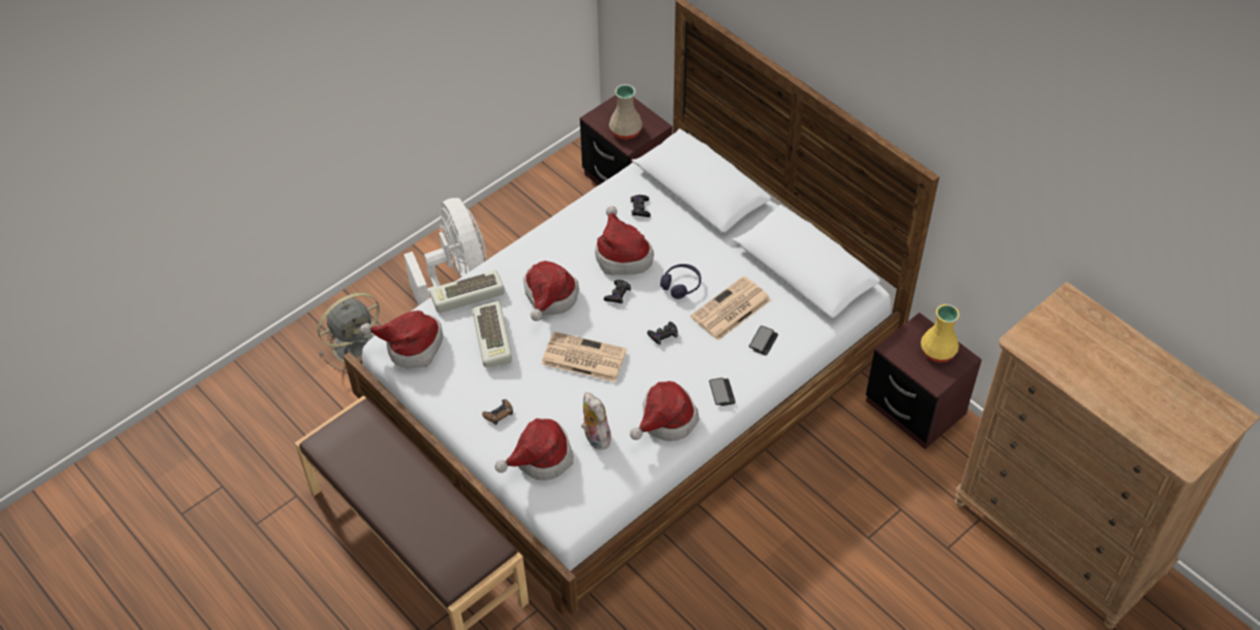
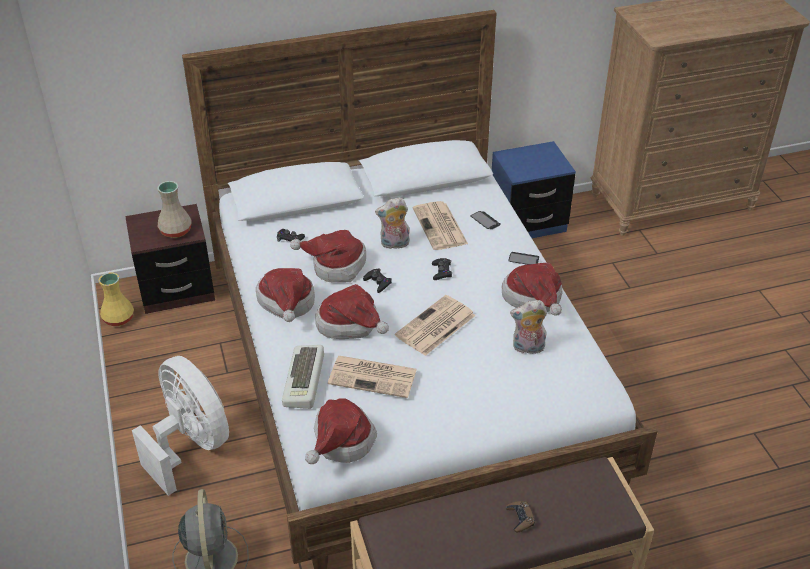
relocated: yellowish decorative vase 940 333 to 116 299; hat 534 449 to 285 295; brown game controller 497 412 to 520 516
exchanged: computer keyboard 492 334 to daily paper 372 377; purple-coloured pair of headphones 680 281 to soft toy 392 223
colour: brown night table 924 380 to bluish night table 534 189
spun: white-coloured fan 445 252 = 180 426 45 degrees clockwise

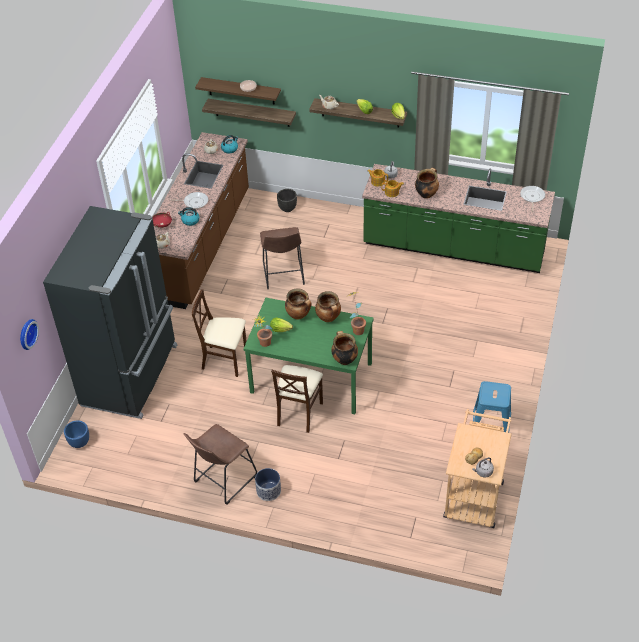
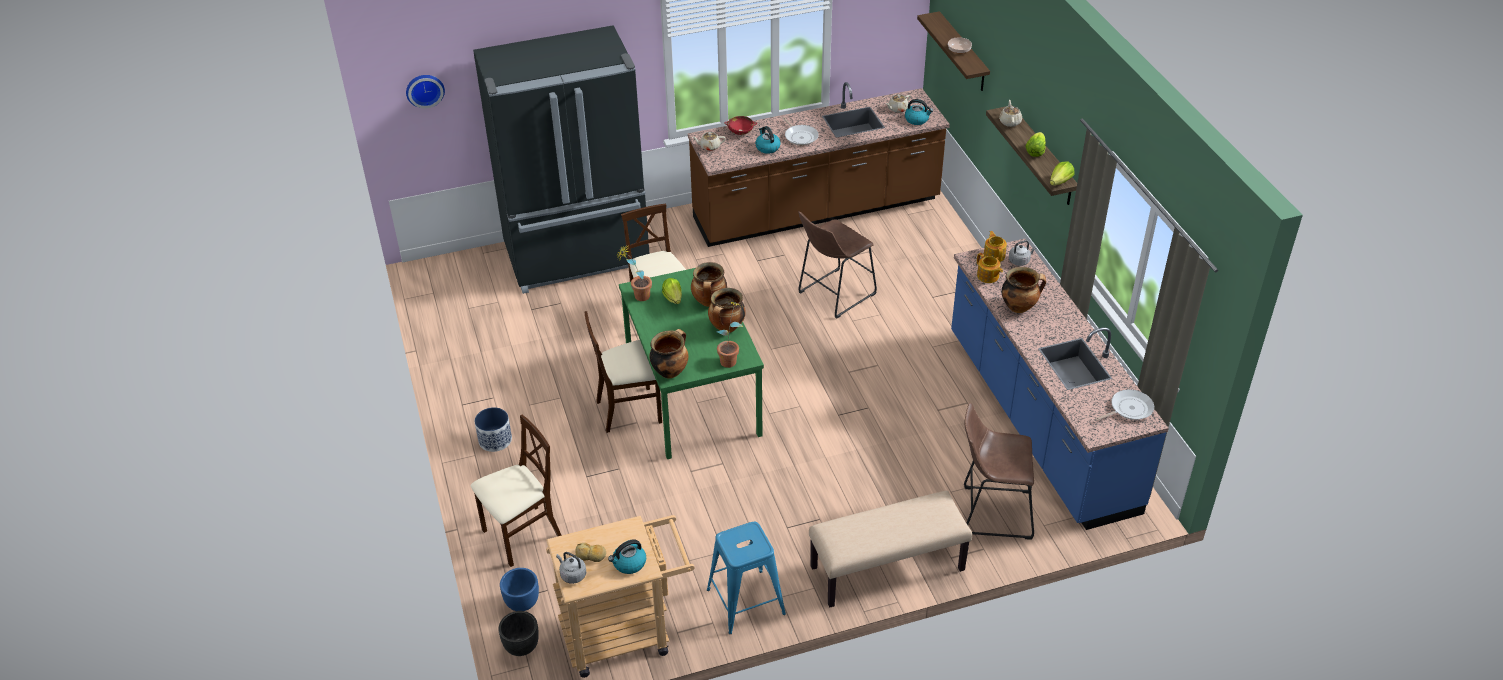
missing: wall shelf 249 113
appeared: beige upright chair 516 491; kettle 627 556; beige bench 890 549
relocated: blackish flower pot 287 200 to 519 633; bluish flower pot 76 434 to 519 589; brown sitting stool 220 464 to 999 471
colour: green kitchen base unit 458 218 to bluish kitchen base unit 1060 384

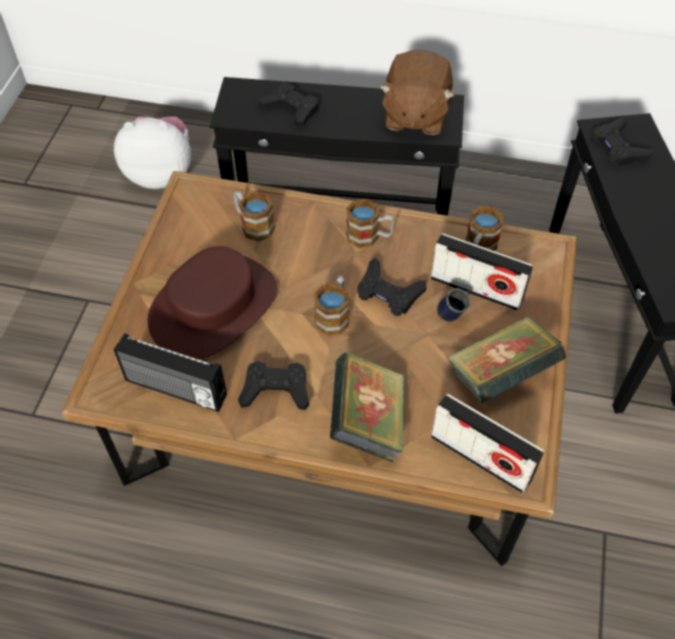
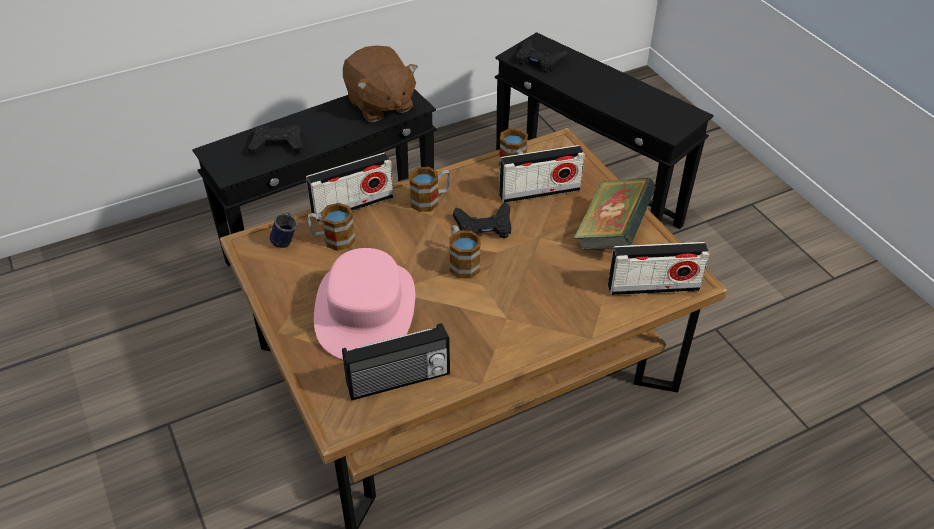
missing: soft toy 152 152; blackish game controller 273 385; volume 367 407
appeared: radio set 350 187
relocated: bluish mug 454 305 to 283 230
colour: brown hat 212 302 to pink-coloured hat 364 304

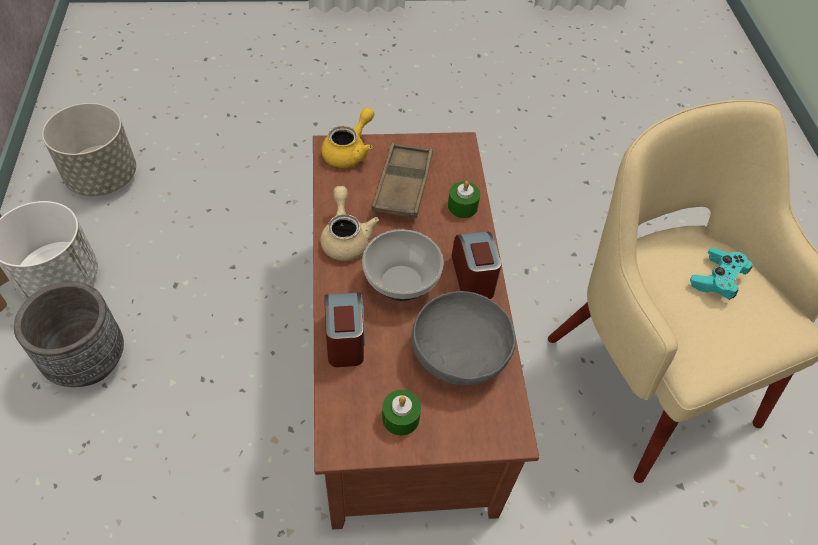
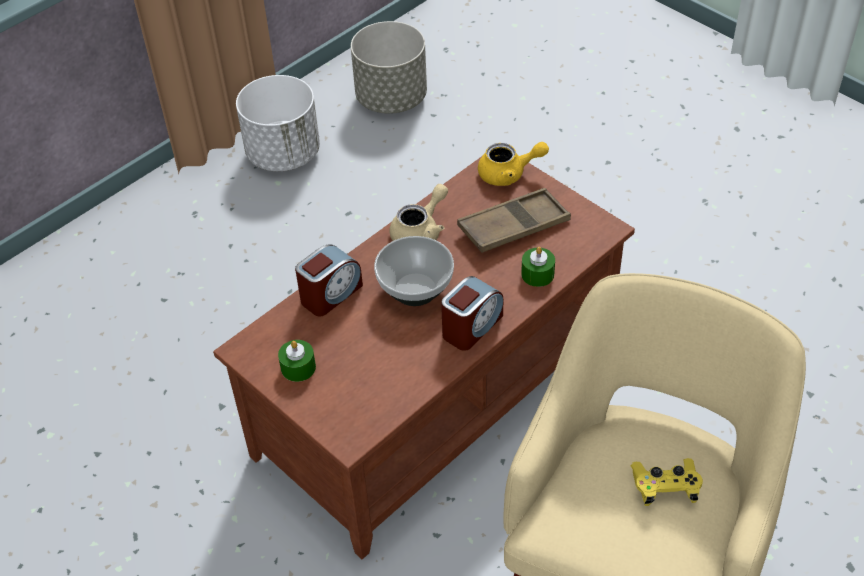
missing: grey flower pot 69 334; grey serving bowl 463 338
colour: turquoise-coloured game controller 721 274 to yellowish game controller 666 482

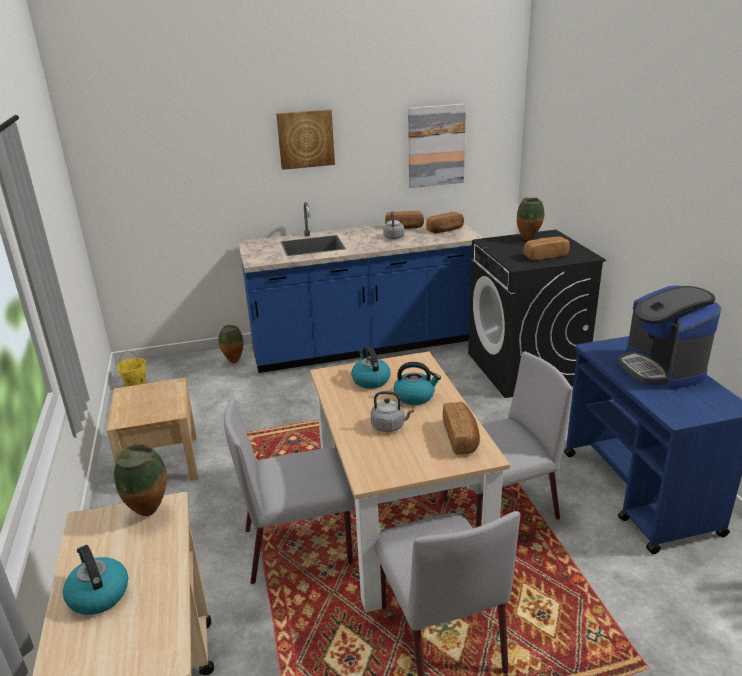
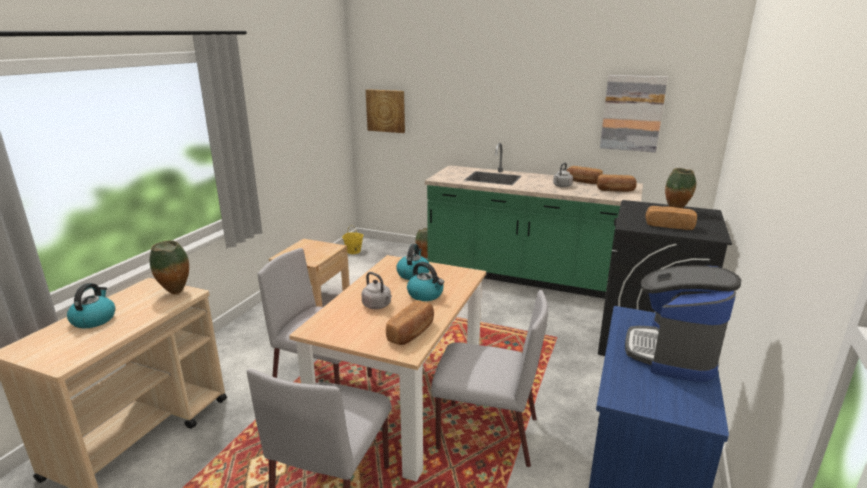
relocated: picture 305 139 to 385 111
colour: bluish kitchen base unit 360 287 to green kitchen base unit 534 221

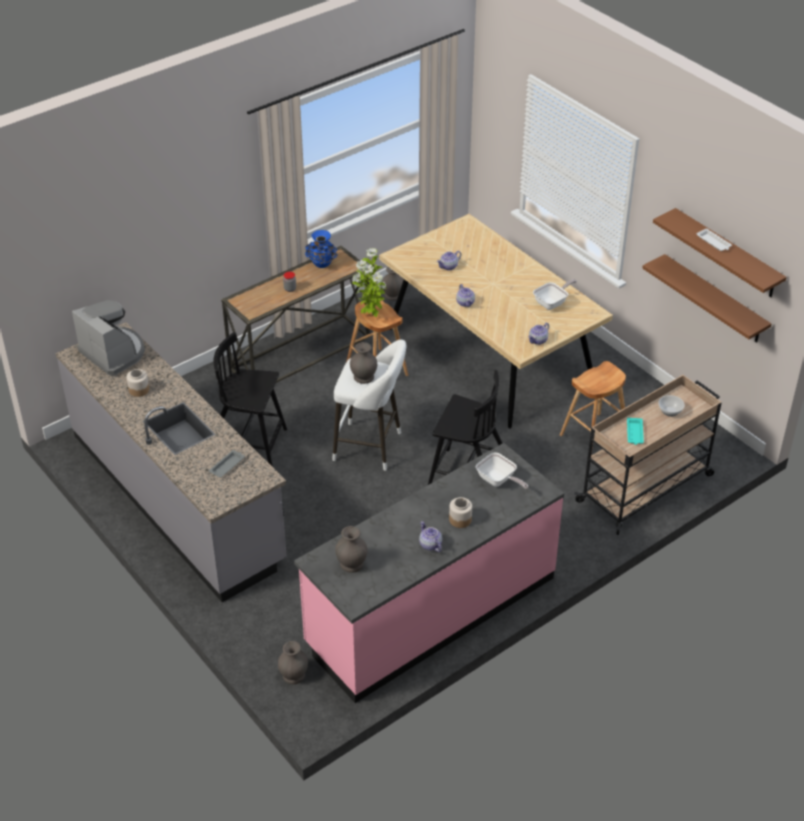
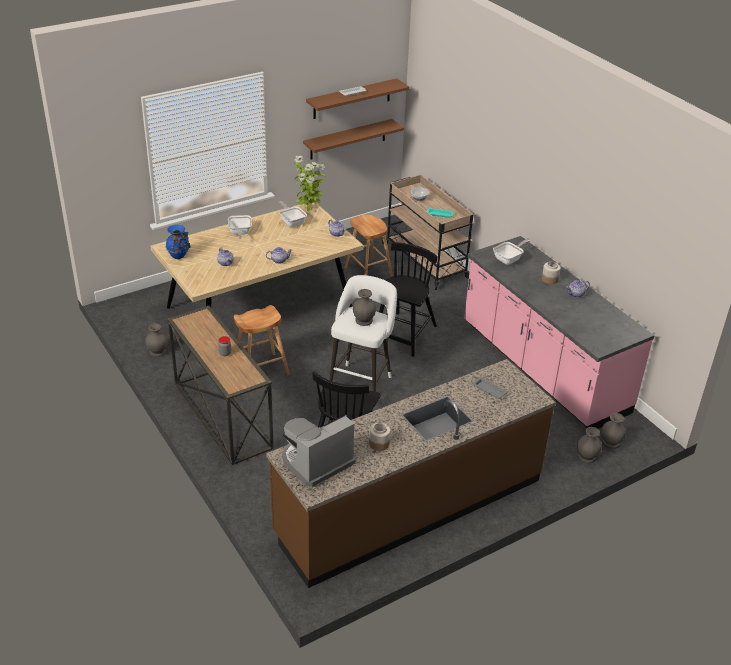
appeared: pan 240 227
relocated: bluish decorative vase 321 249 to 178 242; plant in a pot 369 282 to 310 184; grey decorative vase 351 549 to 589 445
colour: grey kitchen base unit 171 462 to brown kitchen base unit 411 473

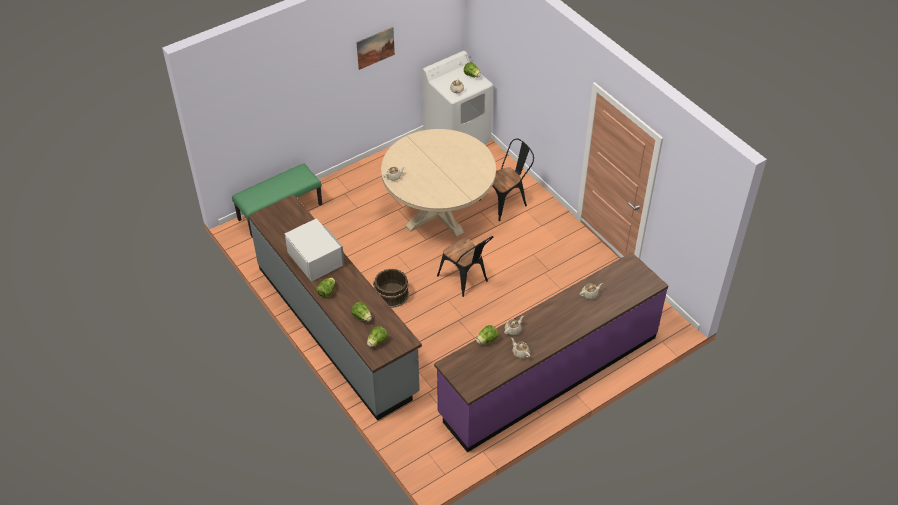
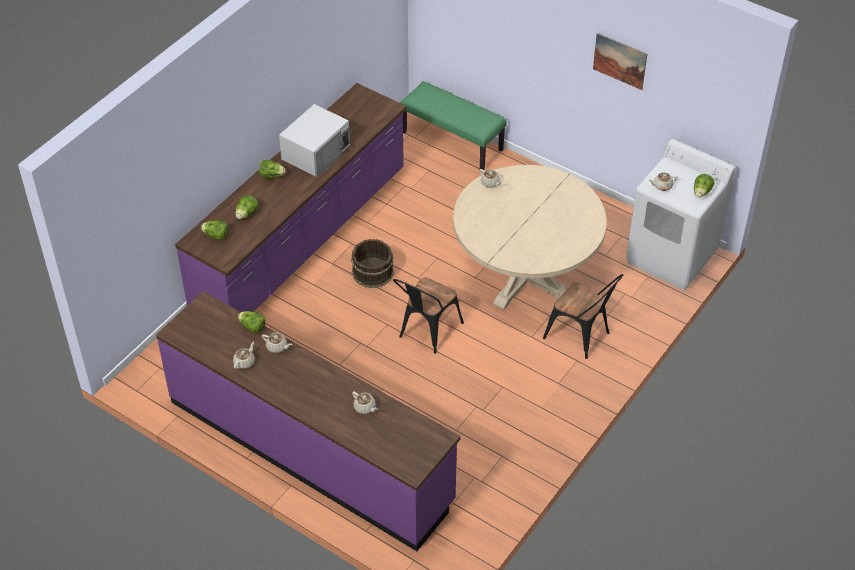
colour: grey kitchen base unit 335 307 to purple-coloured kitchen base unit 290 197

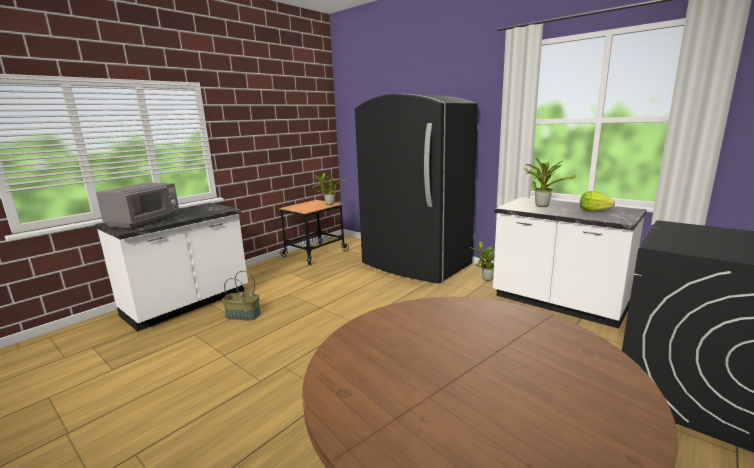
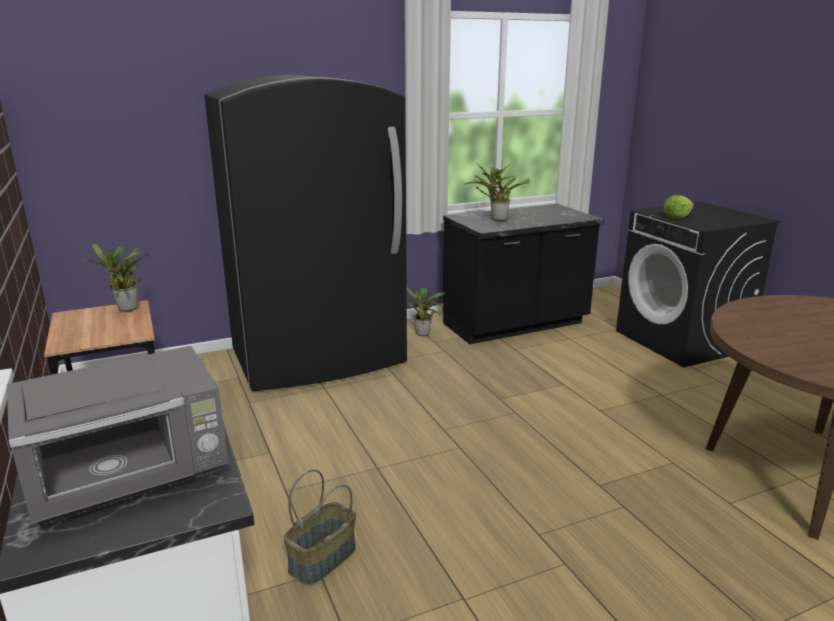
relocated: lettuce head 597 201 to 679 207
colour: white-coloured kitchen base unit 570 263 to blackish kitchen base unit 523 274
spun: grey microwave 137 206 = 117 436 105 degrees clockwise

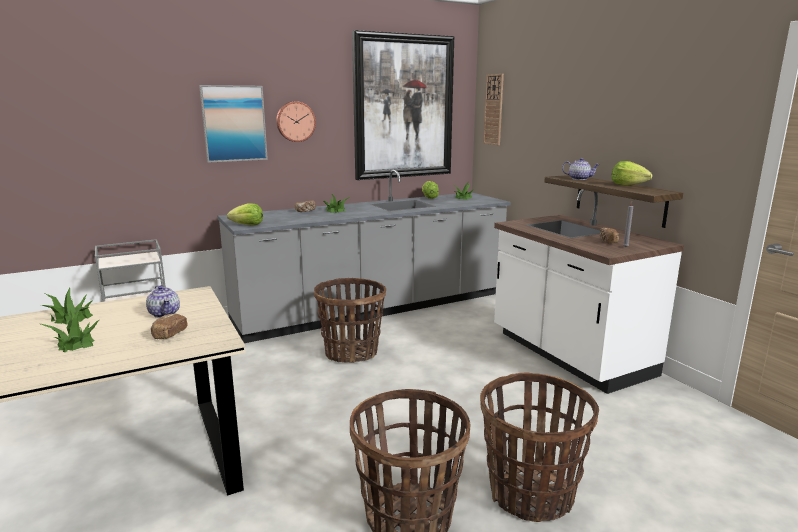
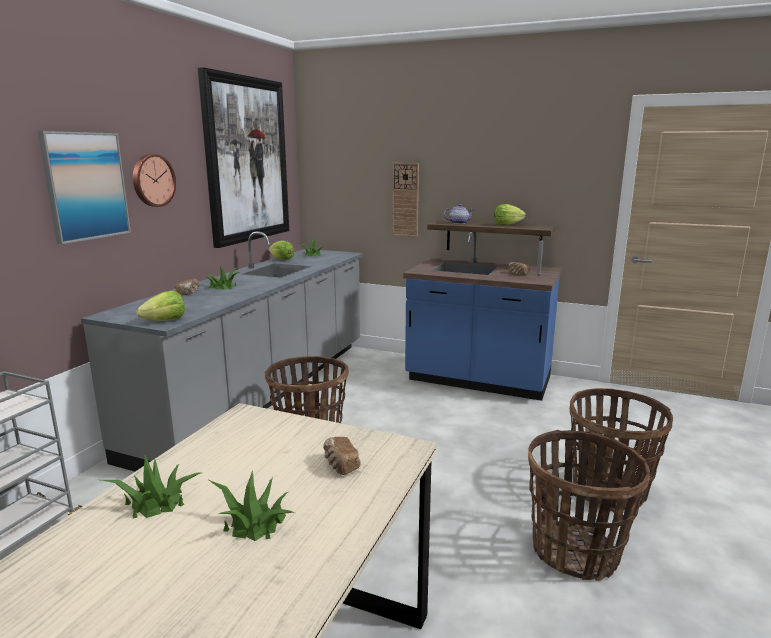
missing: teapot 163 301
relocated: hanging clock 493 109 to 405 200
colour: white-coloured kitchen base unit 589 291 to bluish kitchen base unit 482 316

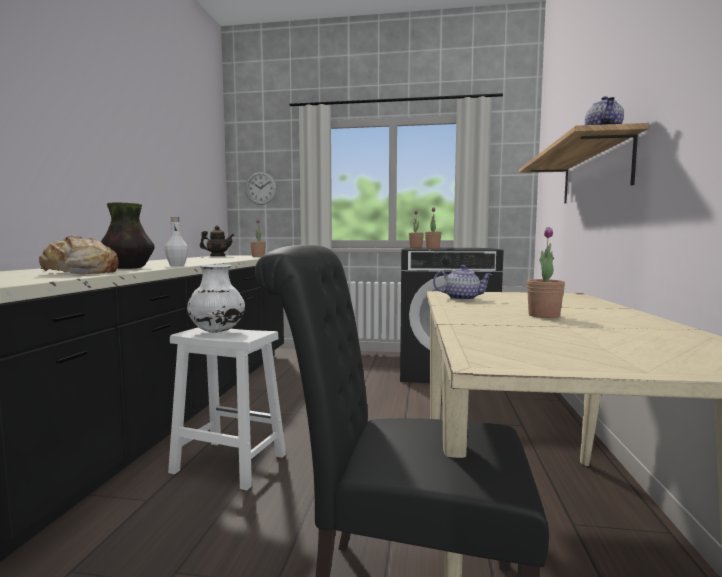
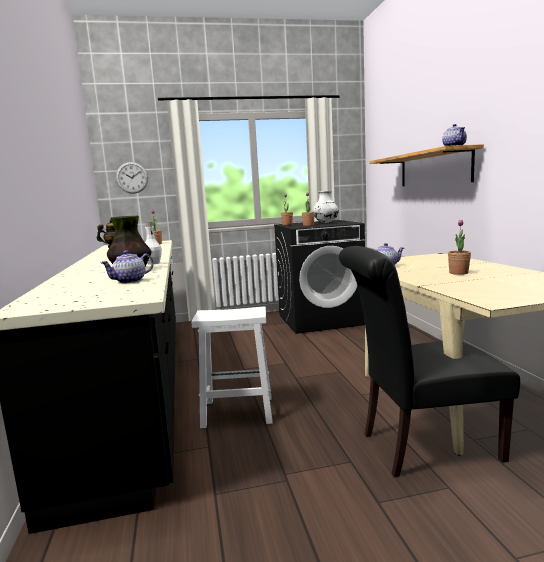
relocated: white-coloured decorative vase 216 298 to 326 207
exchanged: baked bread 79 254 to teapot 127 266

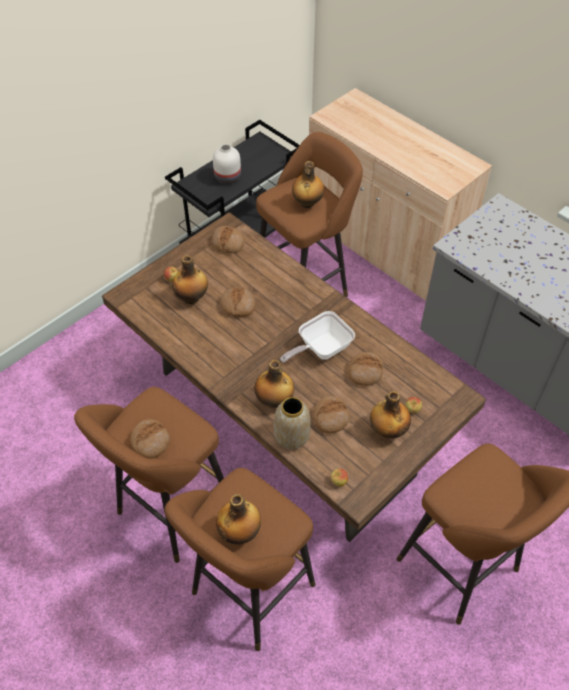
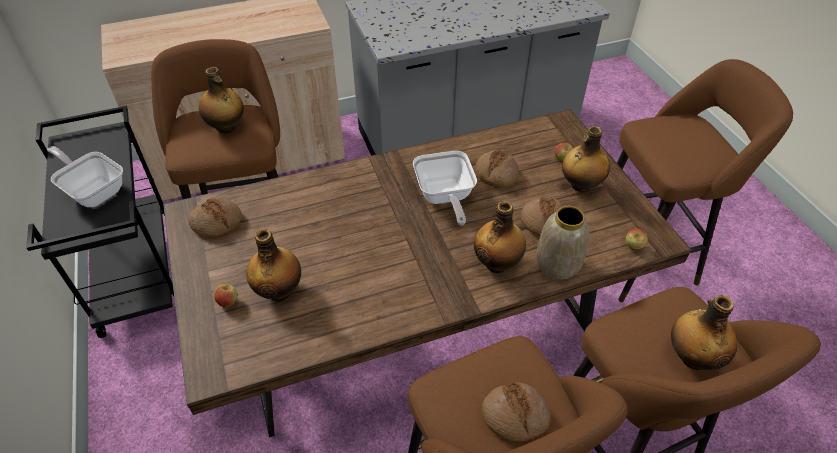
missing: baked bread 238 302
exchanged: white-coloured decorative vase 227 164 to pan 85 176

